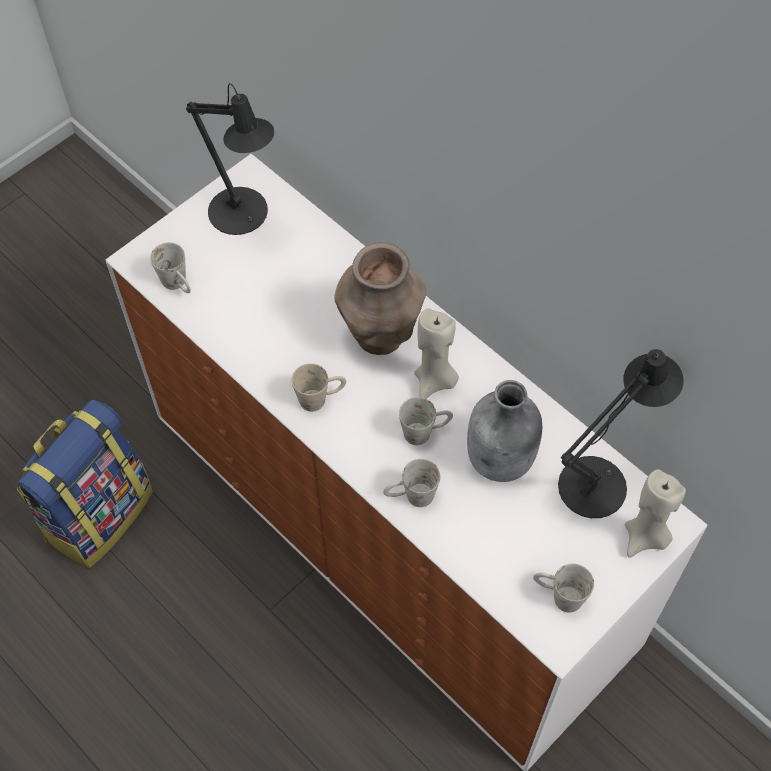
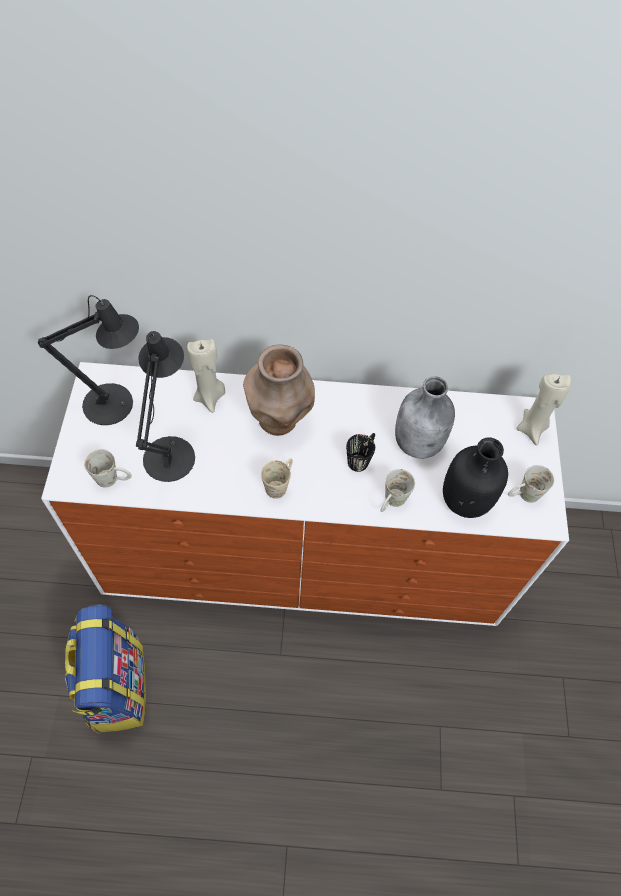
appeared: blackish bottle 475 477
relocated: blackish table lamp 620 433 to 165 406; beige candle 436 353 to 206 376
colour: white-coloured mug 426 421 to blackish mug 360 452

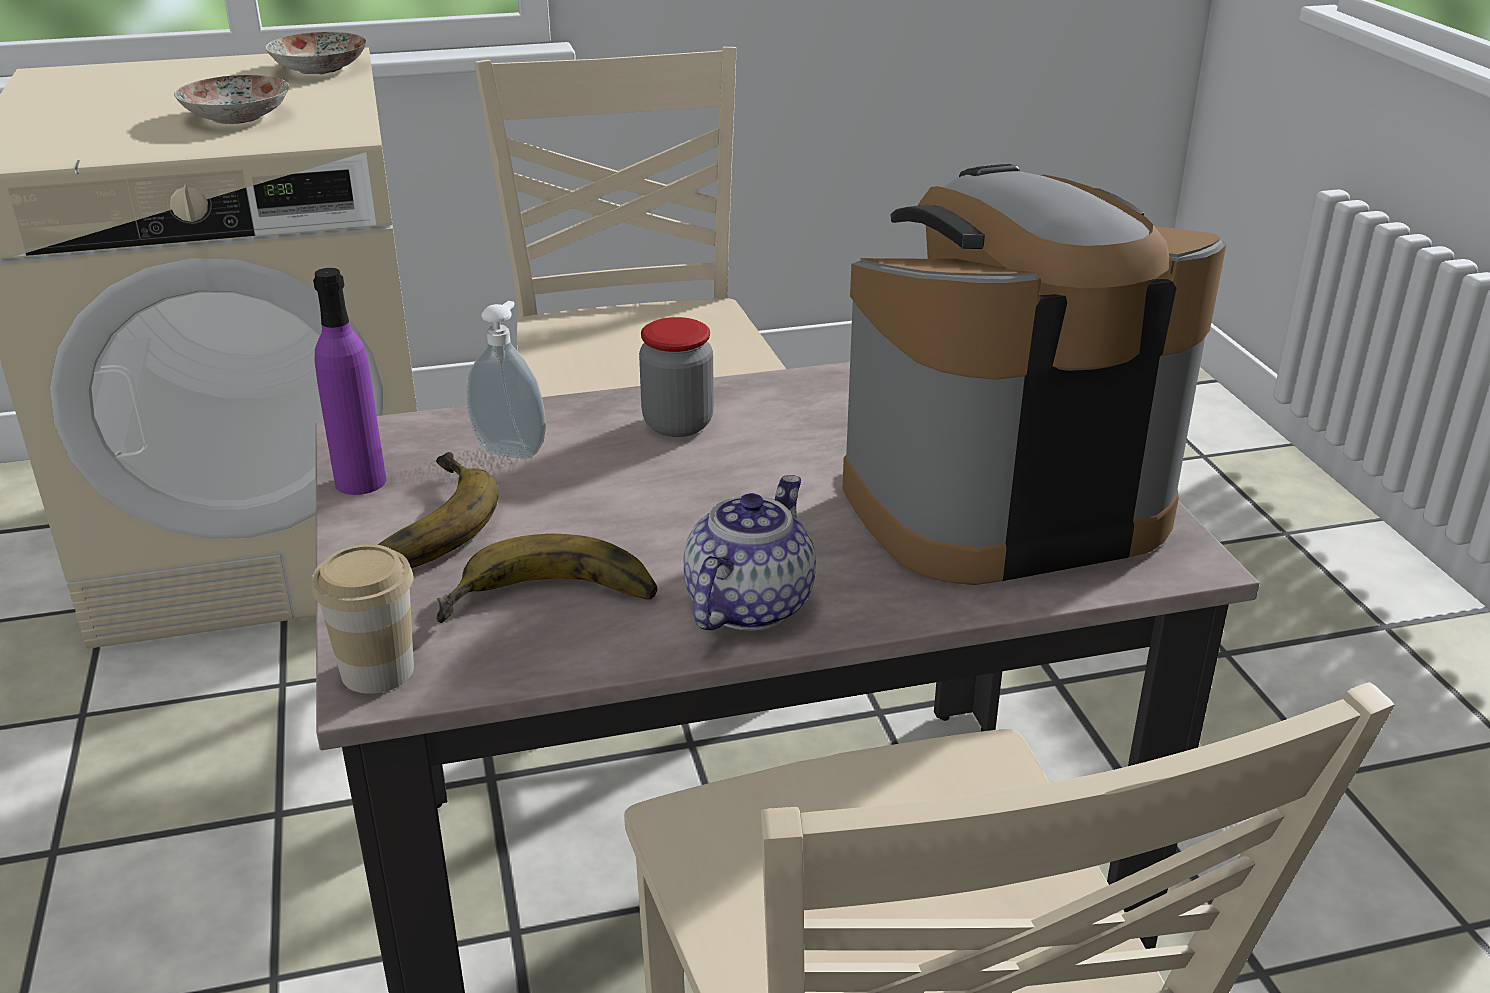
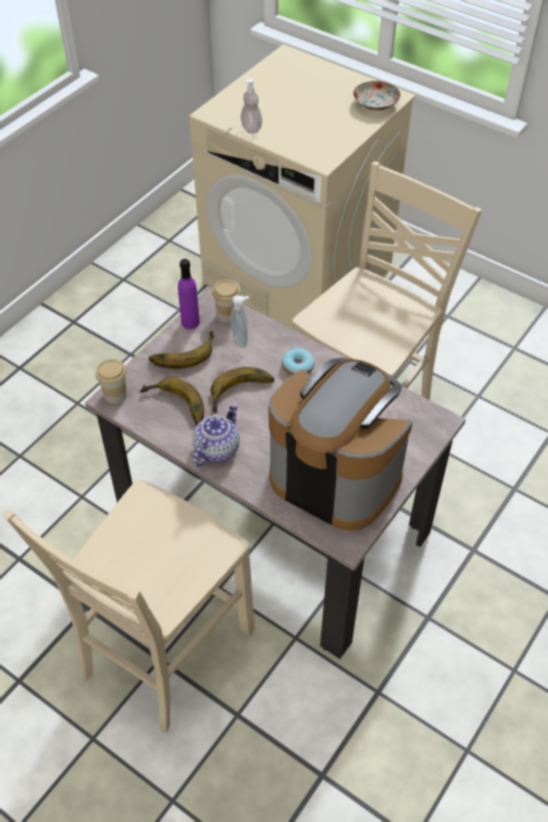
missing: plate 231 99
appeared: banana 242 390; cup 226 301; soap dispenser 251 106
exchanged: preserve jar 676 377 to doughnut 298 361
spun: teapot 749 553 = 216 435 45 degrees counterclockwise

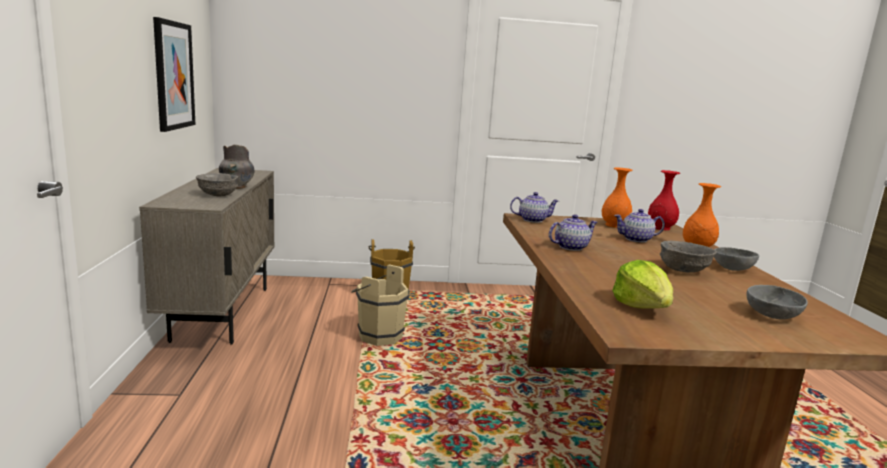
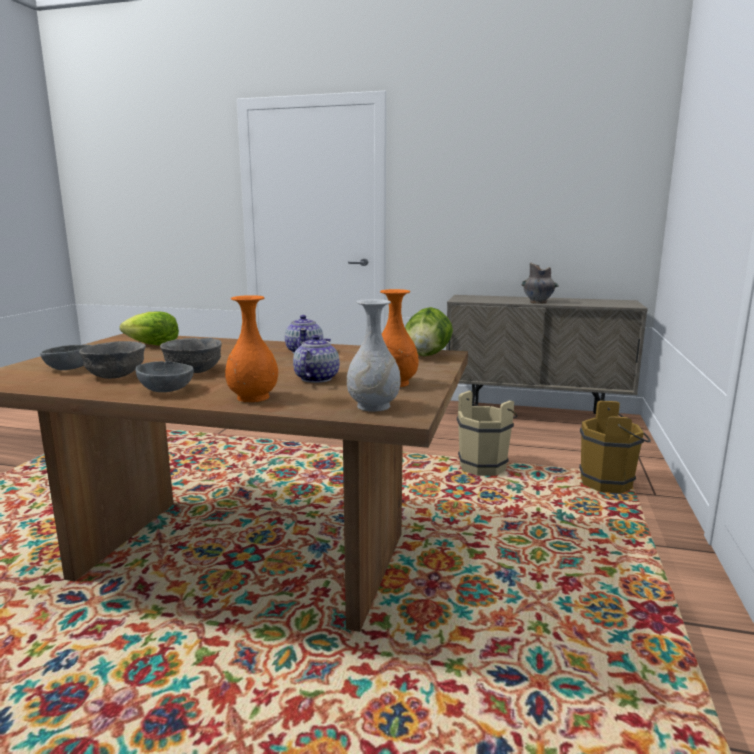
missing: picture 174 74
relocated: grey serving bowl 217 185 to 112 360
exchanged: teapot 534 207 to lettuce head 429 331
colour: red-coloured decorative vase 664 200 to white-coloured decorative vase 374 355

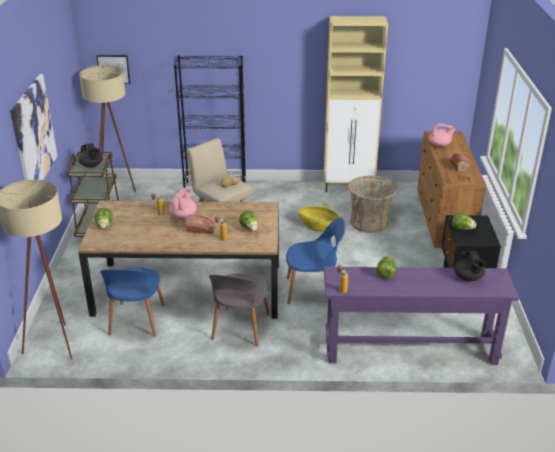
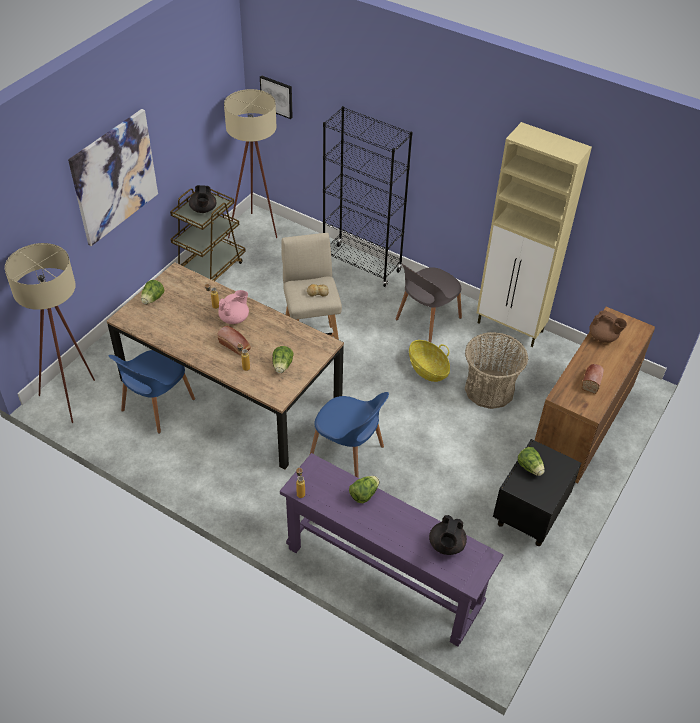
relocated: grey upright chair 239 310 to 428 303
colour: pink-coloured teapot 442 135 to brown teapot 608 326

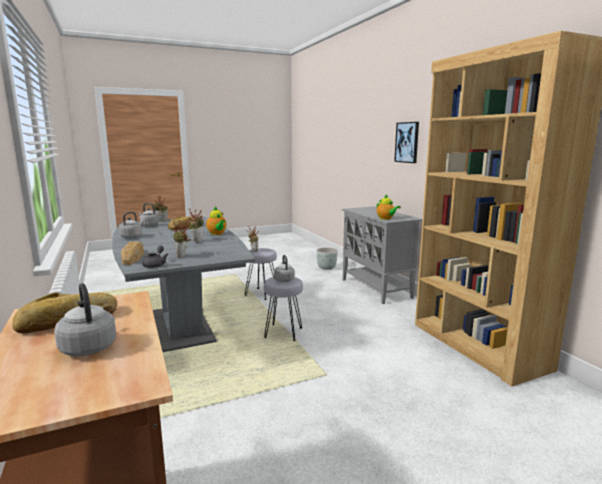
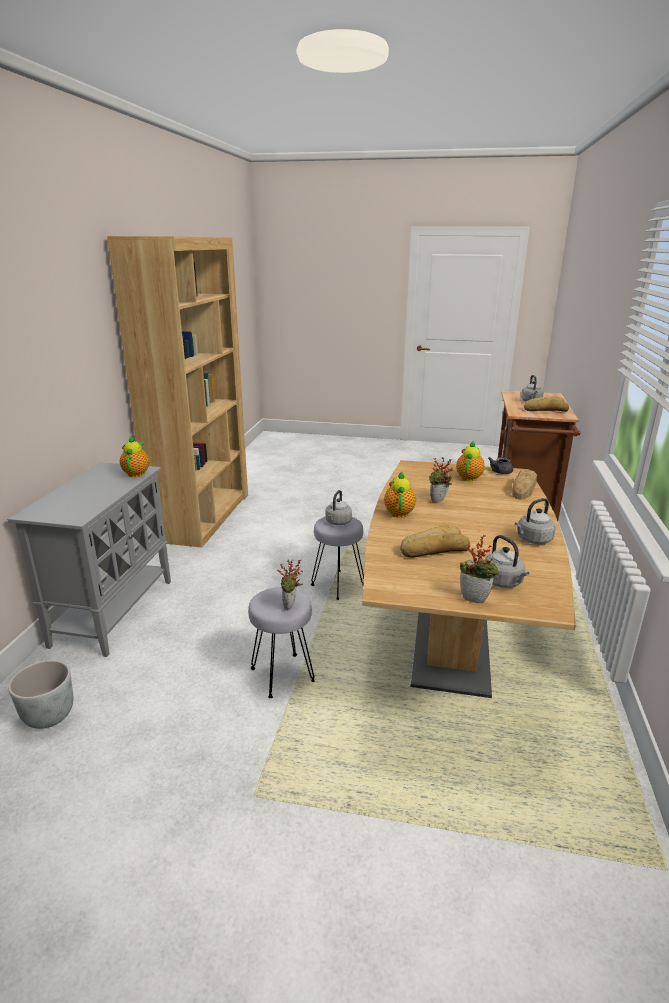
missing: picture 406 142
exchanged: plant in a pot 181 239 to teapot 470 460
colour: grey kitchen table 183 284 to brown kitchen table 469 579

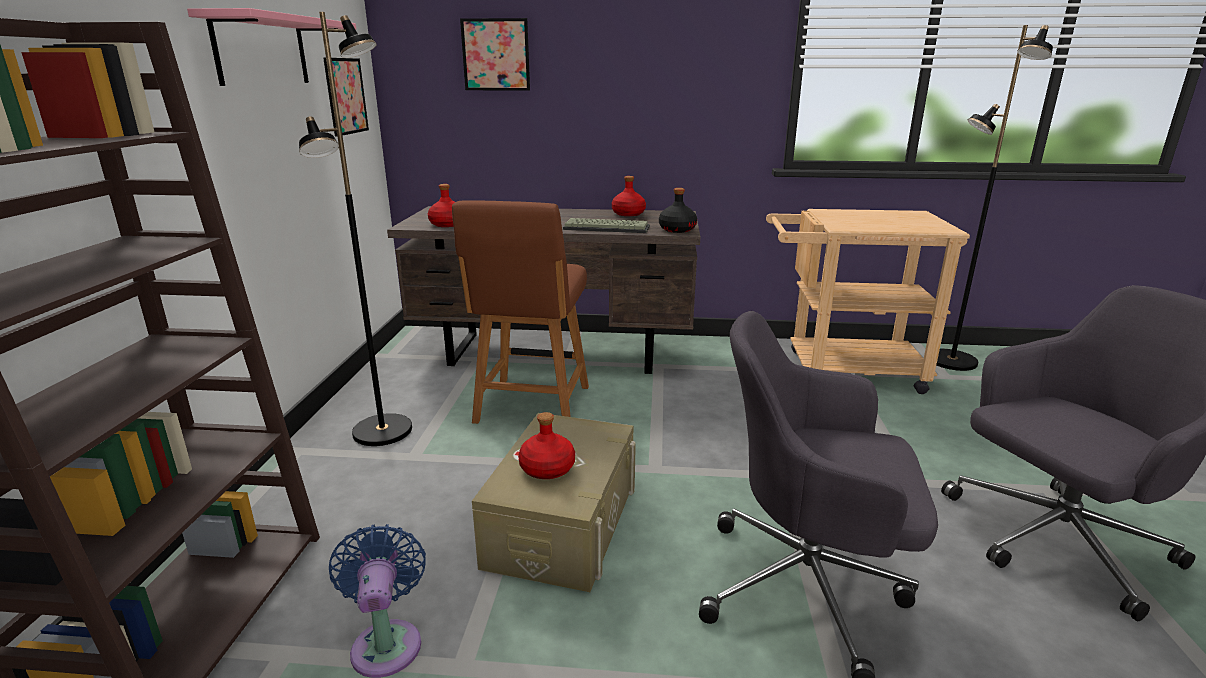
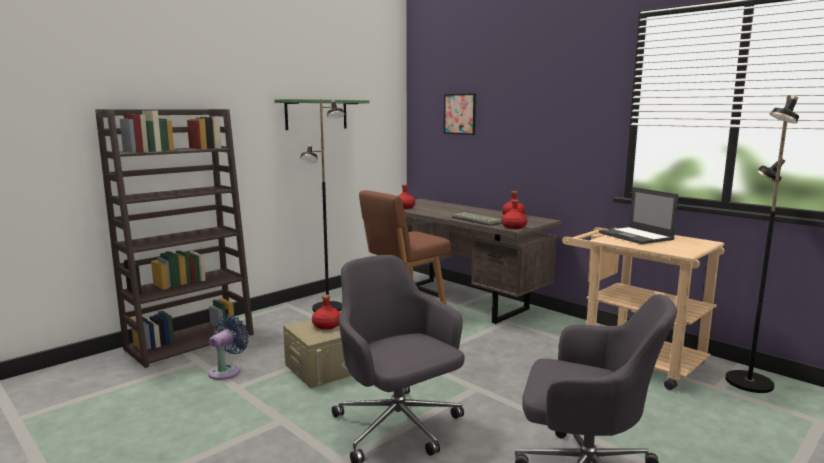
missing: picture 346 97
appeared: notebook computer 638 215
colour: pink-coloured wall shelf 271 47 to green wall shelf 321 114; blackish bottle 678 210 to red-coloured bottle 514 214

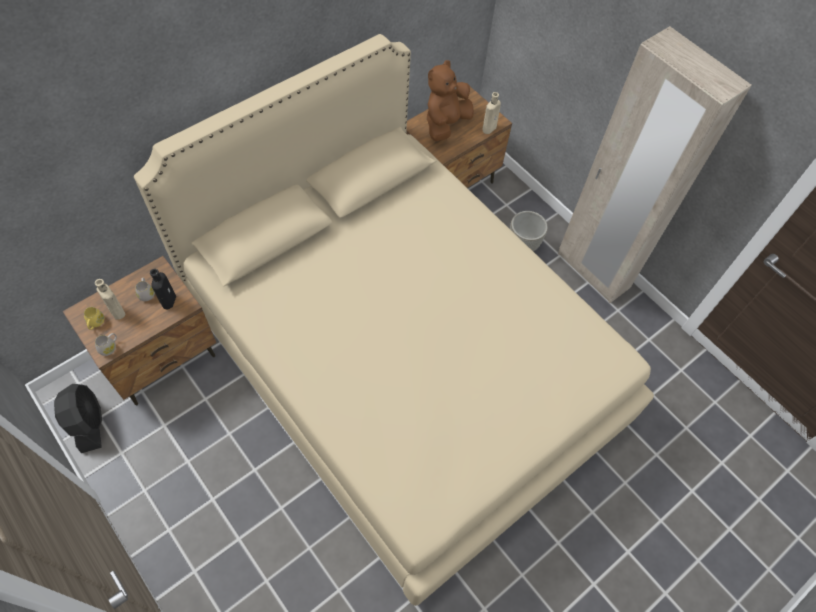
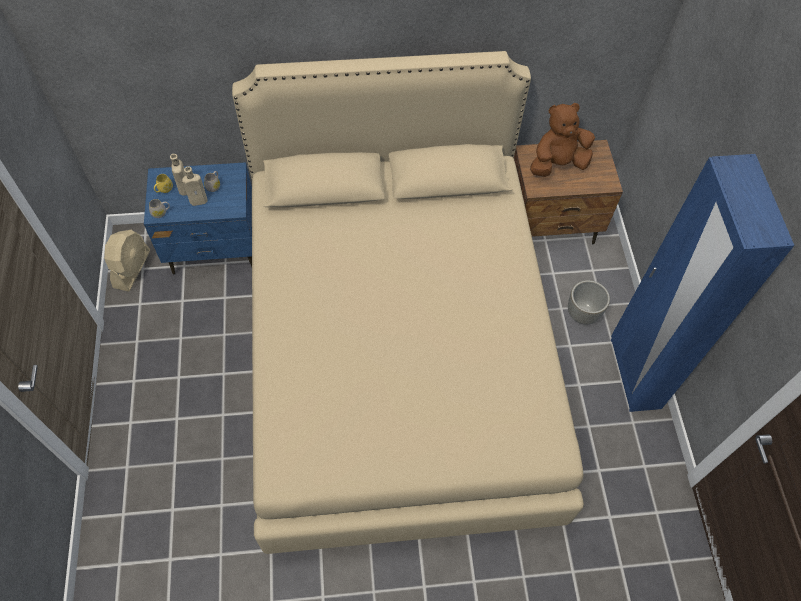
missing: blackish bottle 163 289
relocated: beige bottle 492 113 to 195 186
colour: blackish fan 78 418 to beige fan 127 261; brown night table 139 331 to bluish night table 198 218; beige armoire 655 164 to bluish armoire 702 283

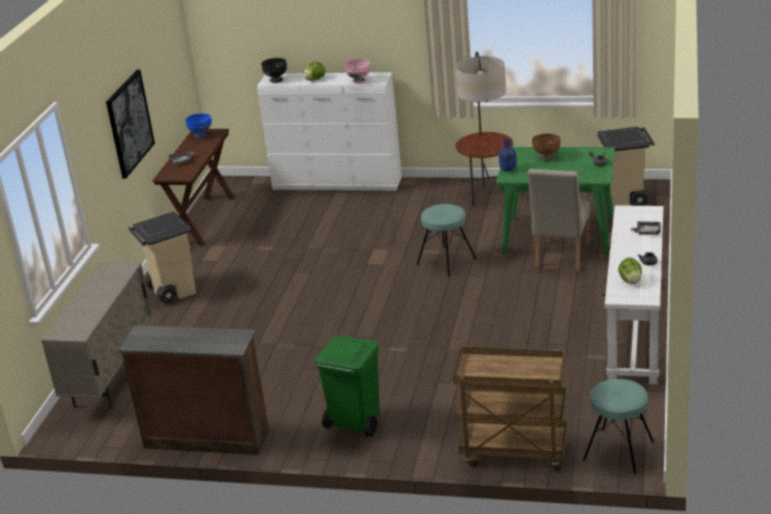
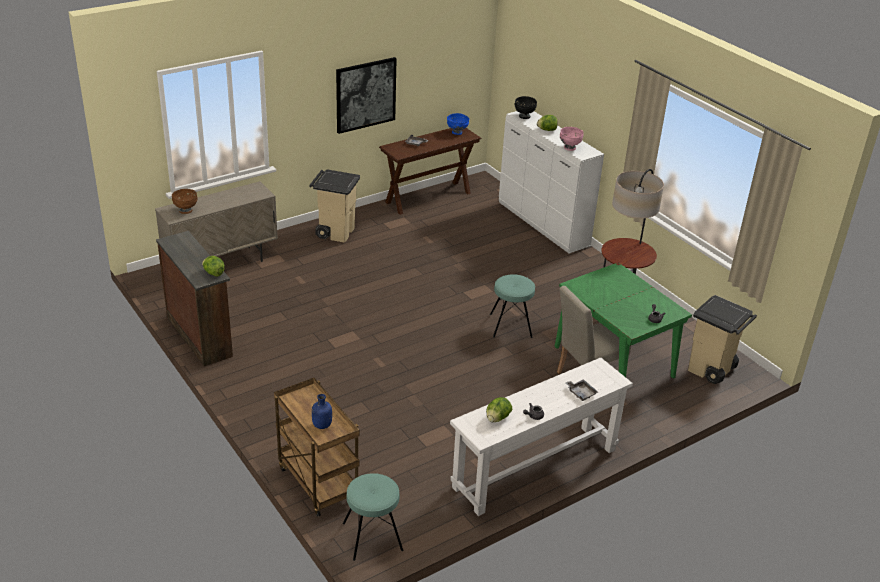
missing: green waste bin 347 386
appeared: lettuce head 213 266
relocated: brown serving bowl 546 147 to 185 201; bluish bottle 507 155 to 322 411

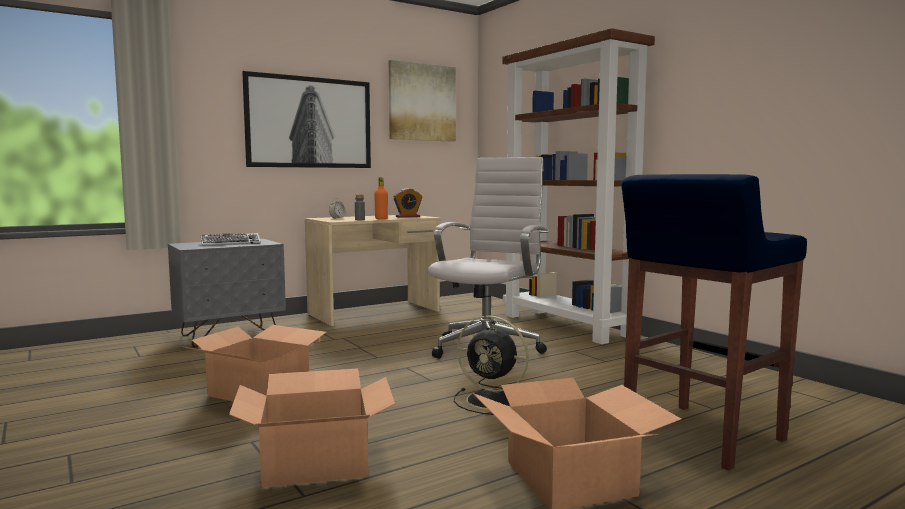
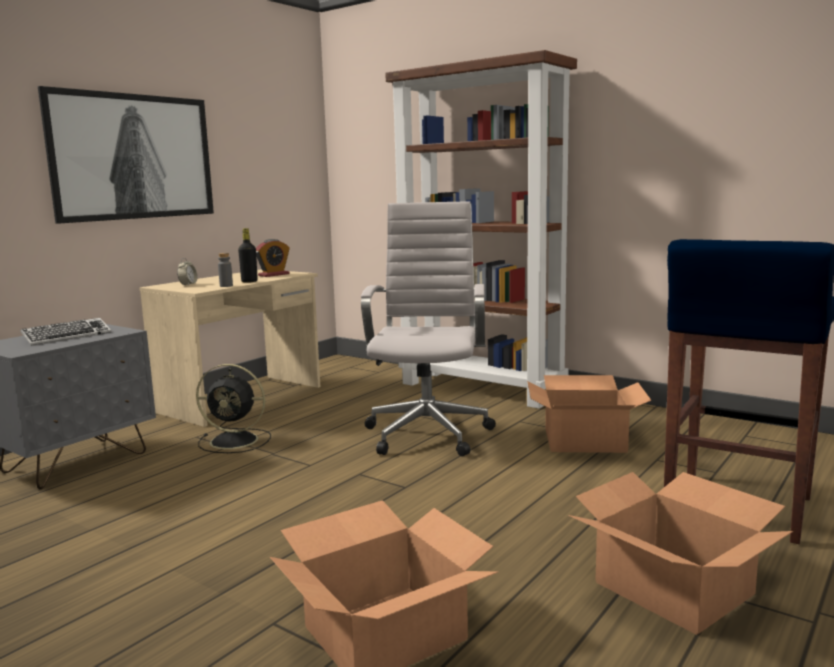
missing: picture 422 101
relocated: blackish fan 491 365 to 233 408; cardboard box 253 363 to 589 414
colour: orangey bottle 381 198 to blackish bottle 248 255

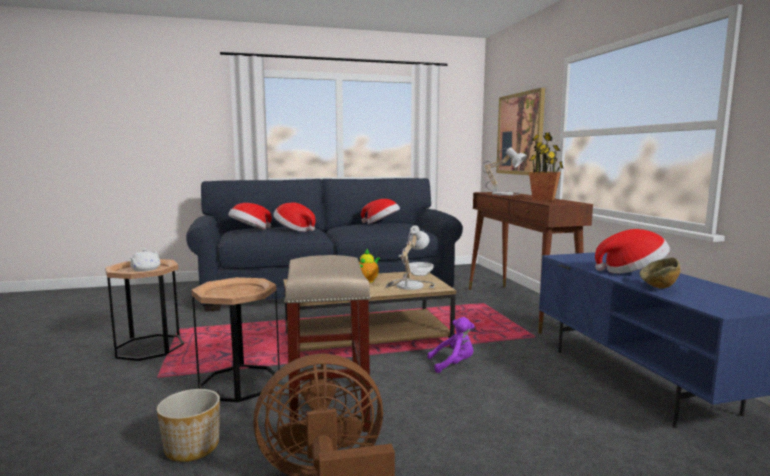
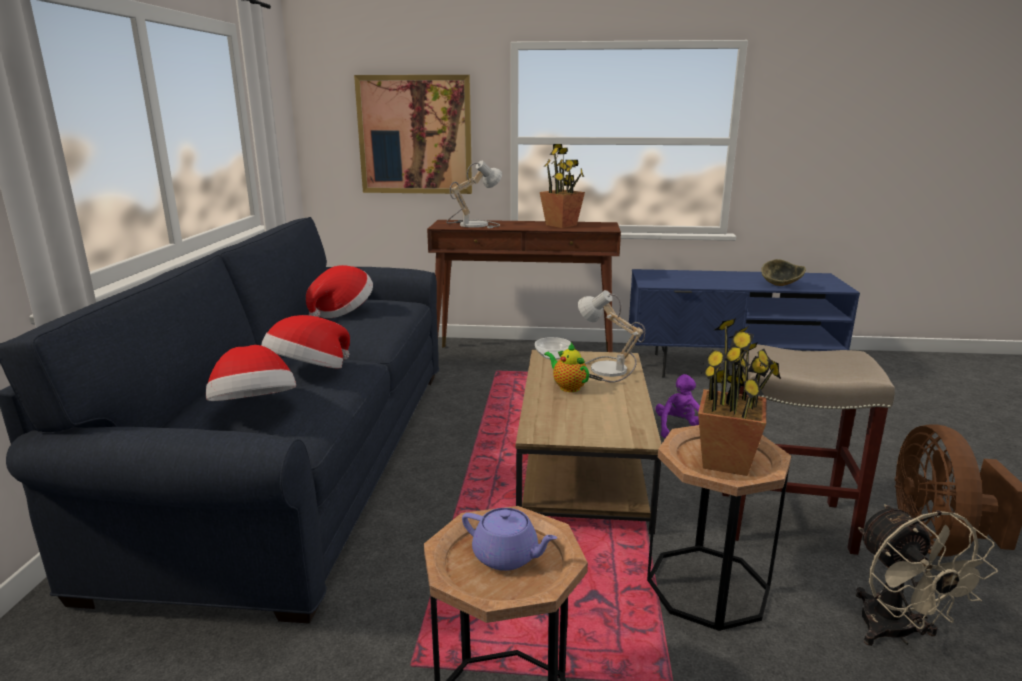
missing: hat 632 251
appeared: plant in a pot 739 397
exchanged: flower pot 188 425 to beige fan 927 575
colour: white-coloured teapot 145 260 to purple-coloured teapot 509 539

